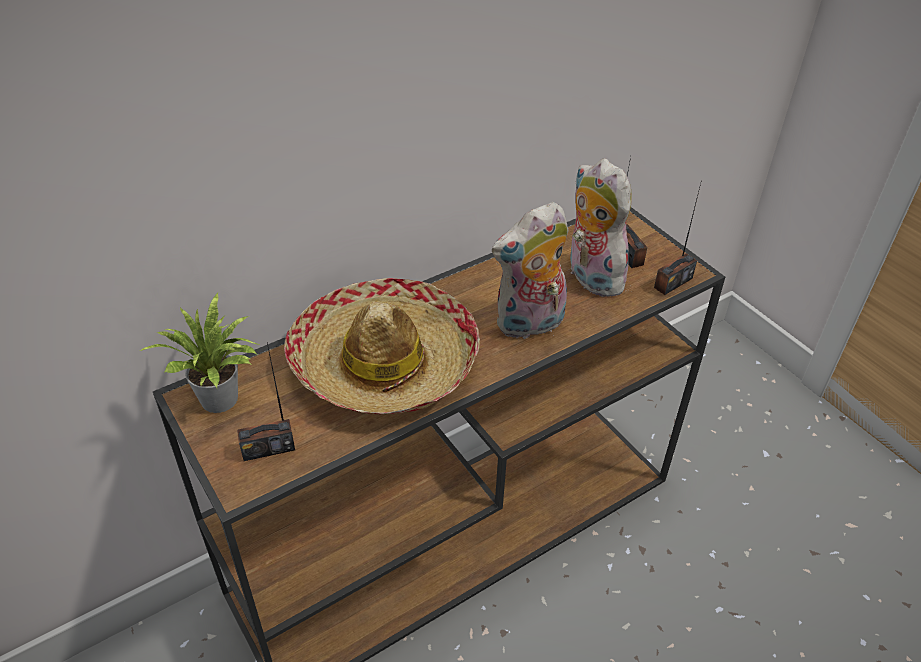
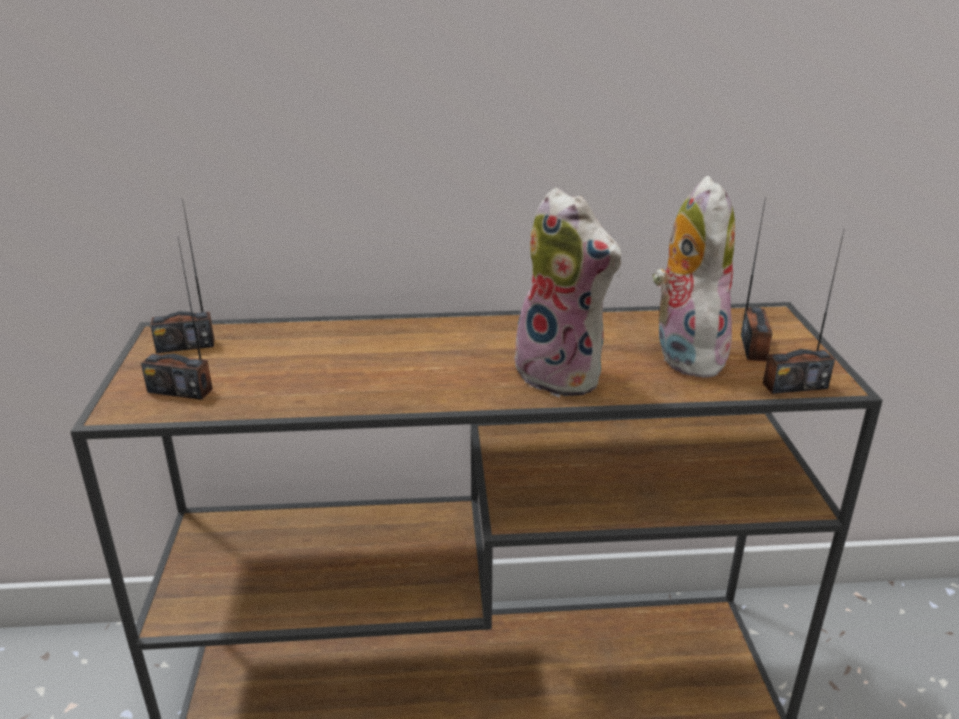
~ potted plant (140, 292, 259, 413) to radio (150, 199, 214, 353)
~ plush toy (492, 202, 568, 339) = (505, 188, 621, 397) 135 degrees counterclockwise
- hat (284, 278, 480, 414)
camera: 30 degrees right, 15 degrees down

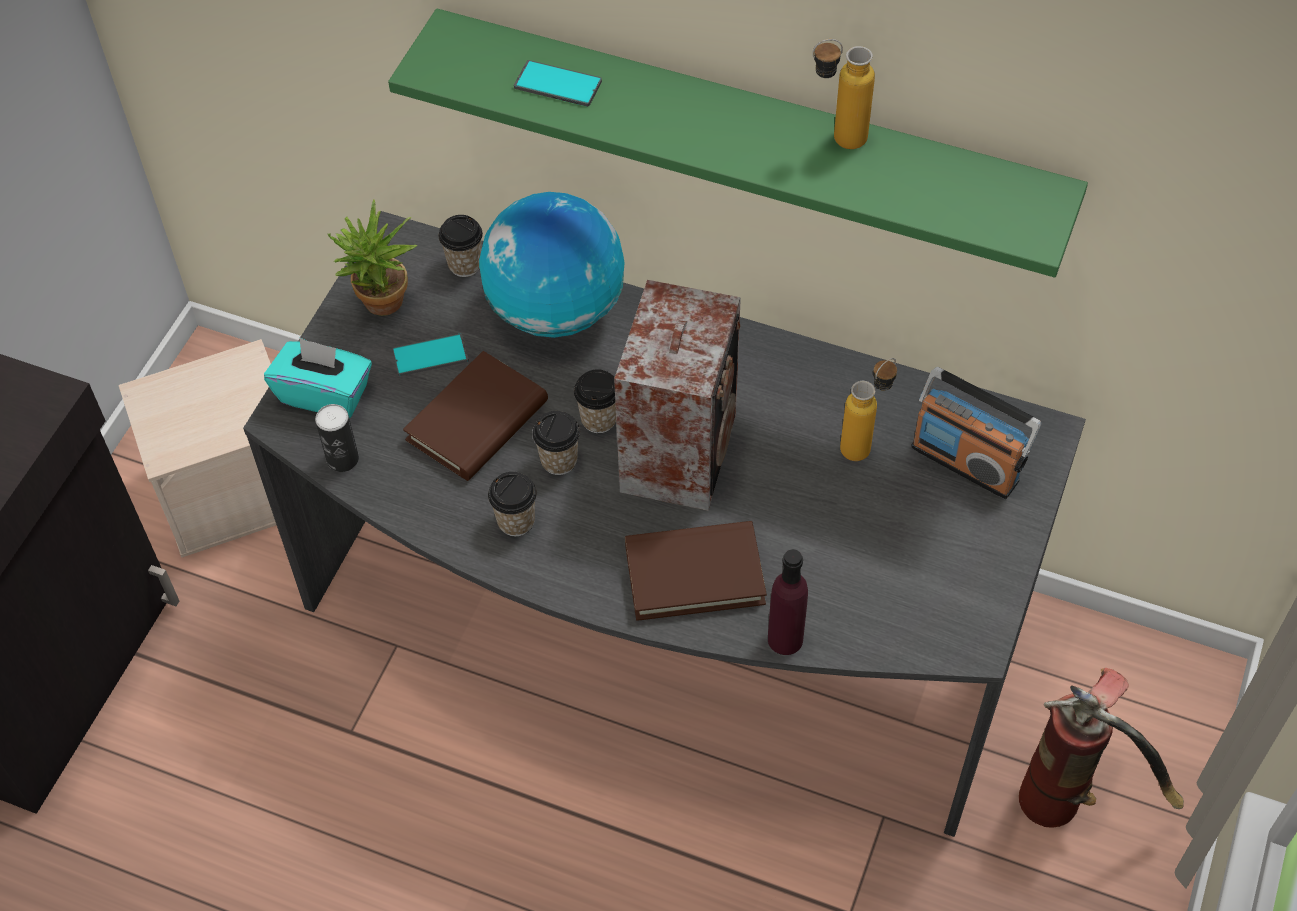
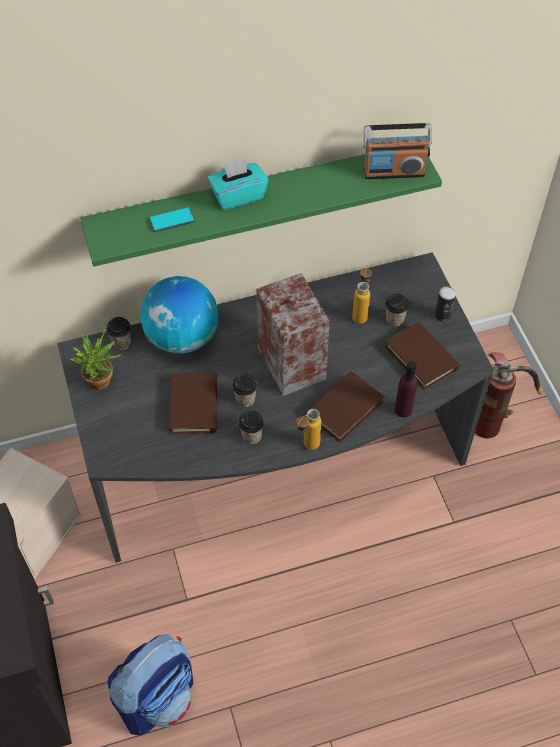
+ backpack (108, 634, 193, 735)
~ turquoise tissue box (264, 337, 372, 418) to (207, 159, 269, 210)
~ bottle (812, 39, 875, 149) to (296, 409, 321, 450)
~ radio (911, 367, 1041, 499) to (363, 123, 432, 179)
~ cup (574, 369, 616, 433) to (385, 294, 409, 326)
+ brown book (385, 322, 460, 390)
~ can (315, 404, 359, 472) to (435, 286, 456, 322)
- phone (392, 333, 469, 376)
camera: 40 degrees left, 0 degrees up

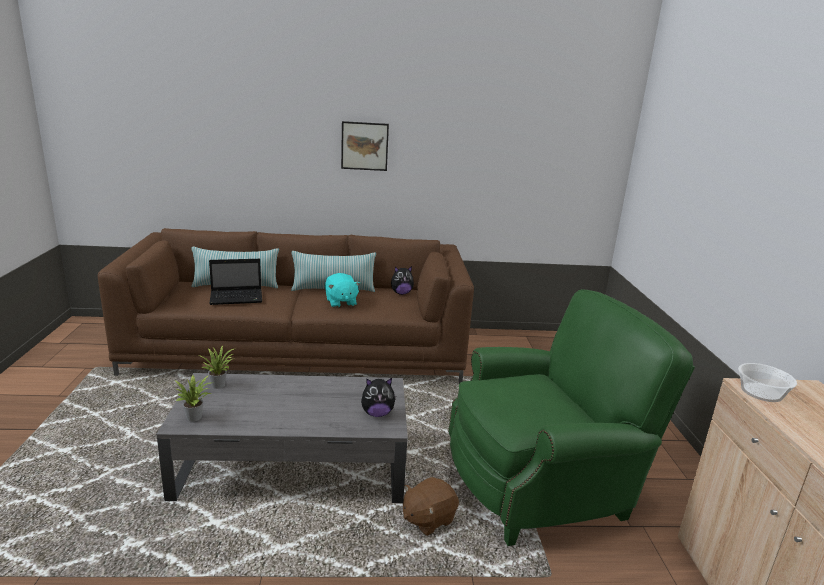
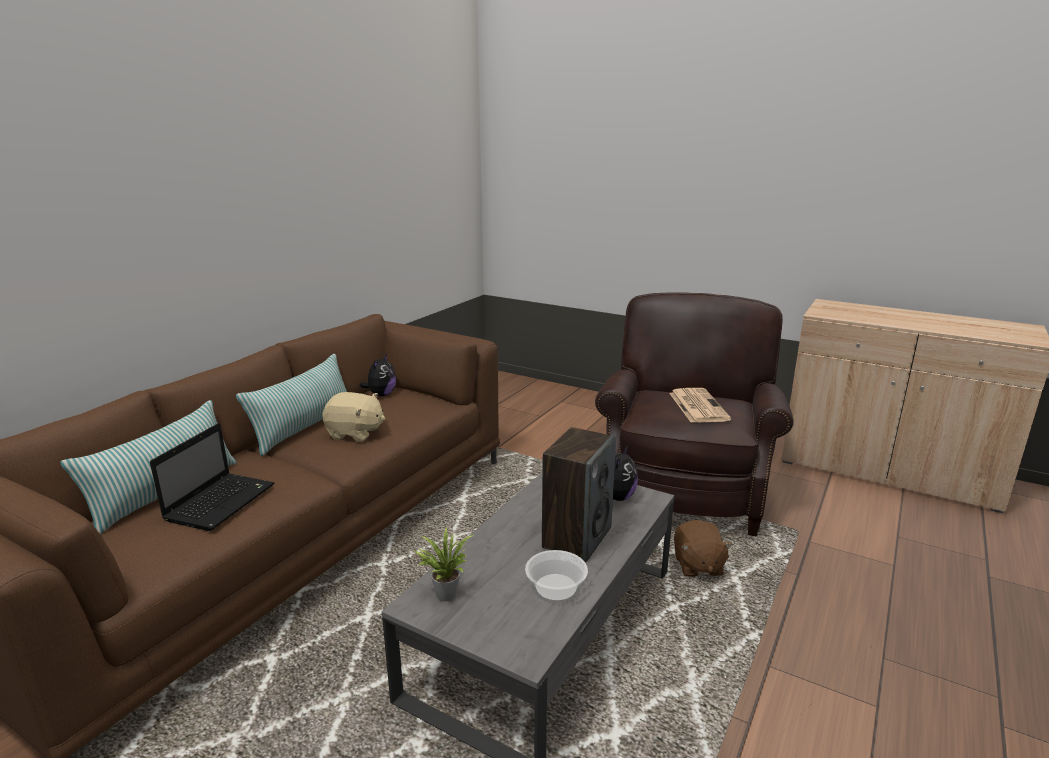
~ turquoise plush toy (325, 273, 361, 308) to beige plush toy (322, 392, 385, 442)
~ bowl (738, 363, 797, 402) to (525, 550, 588, 603)
+ speaker (542, 427, 616, 562)
~ green armchair (448, 289, 695, 546) to brown armchair (595, 292, 794, 536)
+ newspaper (669, 388, 731, 423)
- potted plant (174, 375, 212, 422)
- picture (341, 121, 389, 171)
camera: 55 degrees left, 0 degrees up

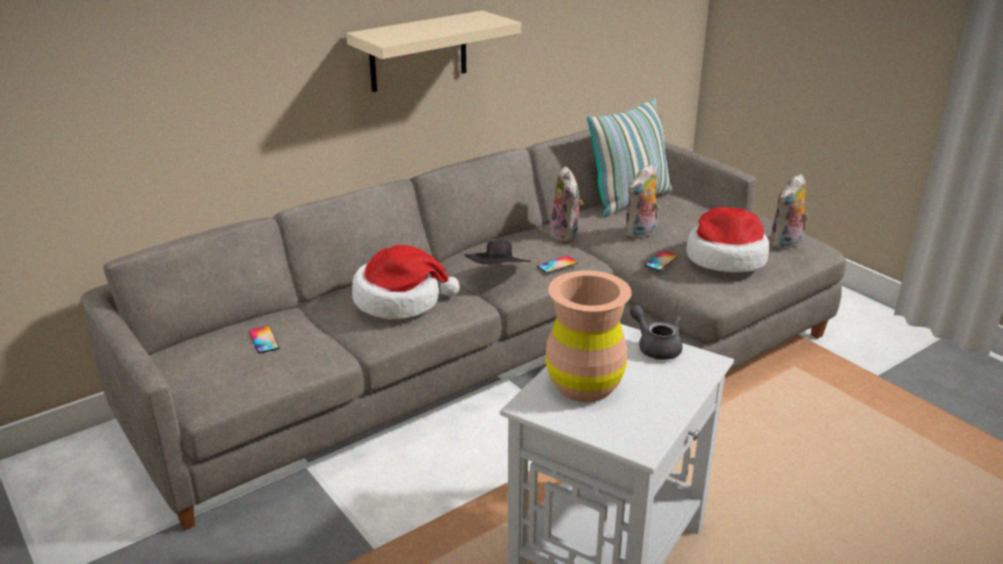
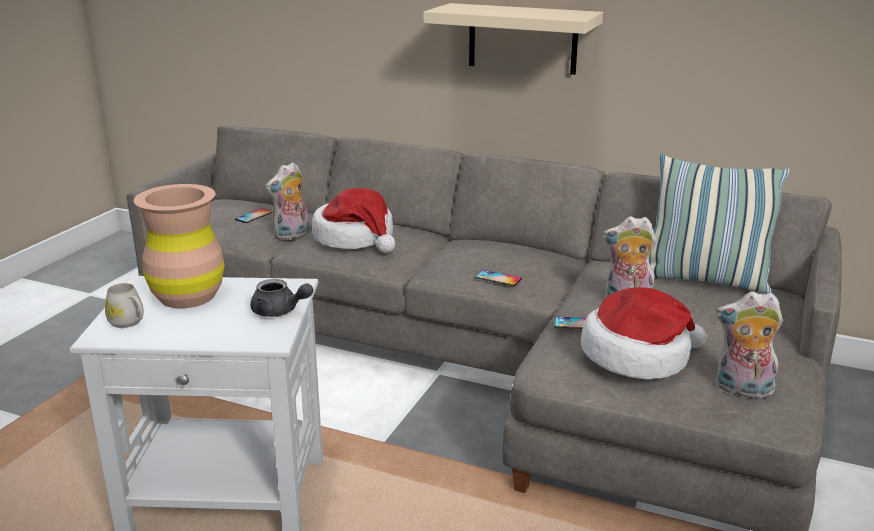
+ white mug (105, 283, 144, 328)
~ grey teapot (630, 305, 683, 360) = (250, 279, 313, 317) 90 degrees clockwise
~ plush toy (550, 166, 583, 243) to (266, 162, 309, 240)
- black hat (465, 239, 531, 264)
camera: 60 degrees right, 5 degrees down

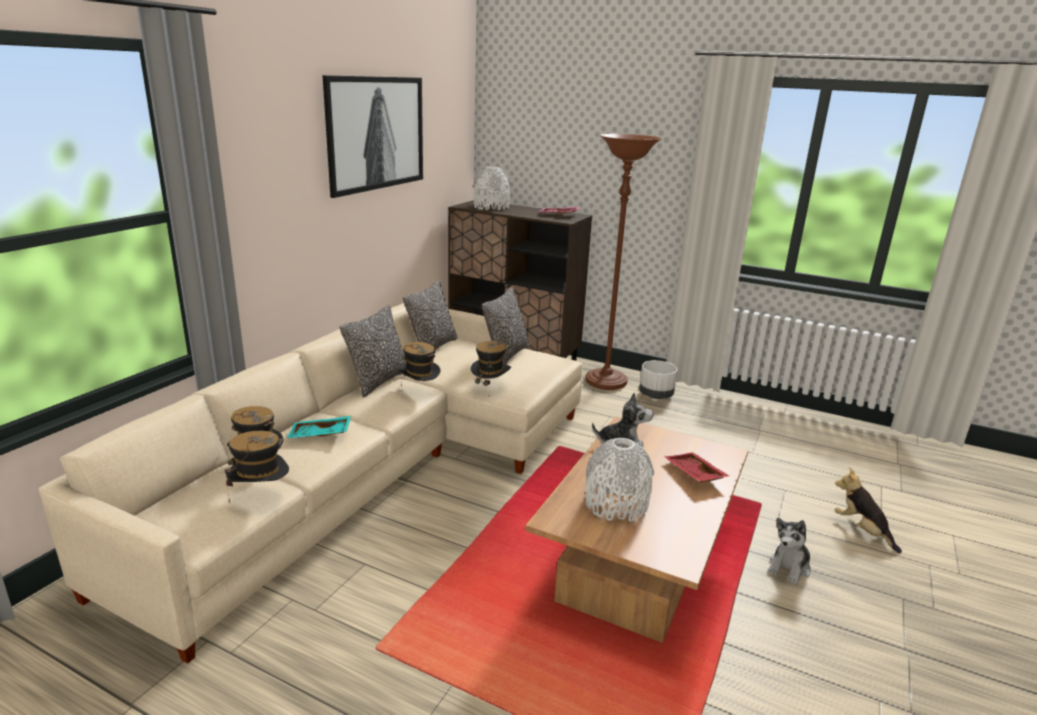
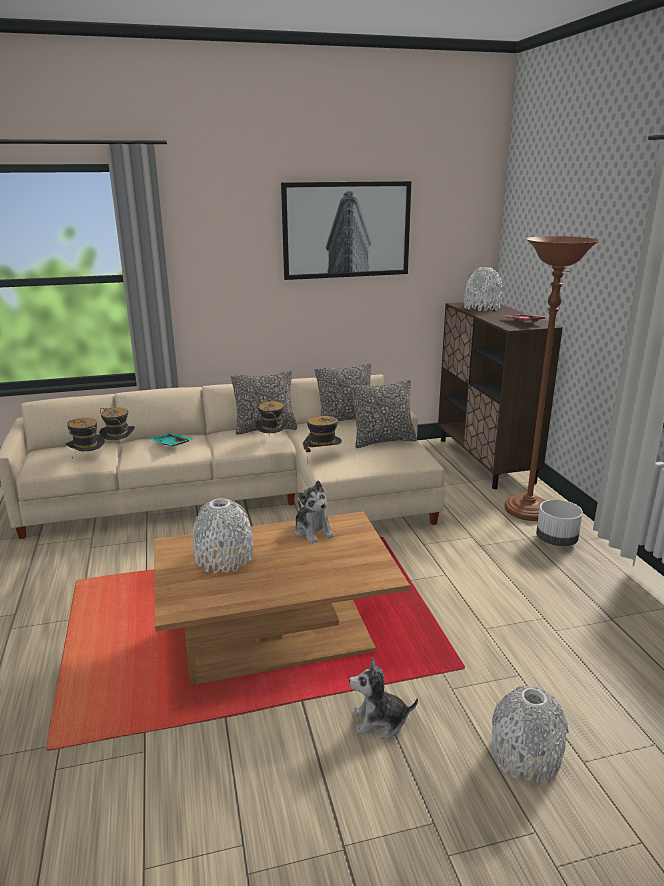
~ plush toy (835, 467, 902, 553) to white vase (491, 686, 569, 783)
- red tray (664, 452, 729, 482)
camera: 50 degrees right, 0 degrees up

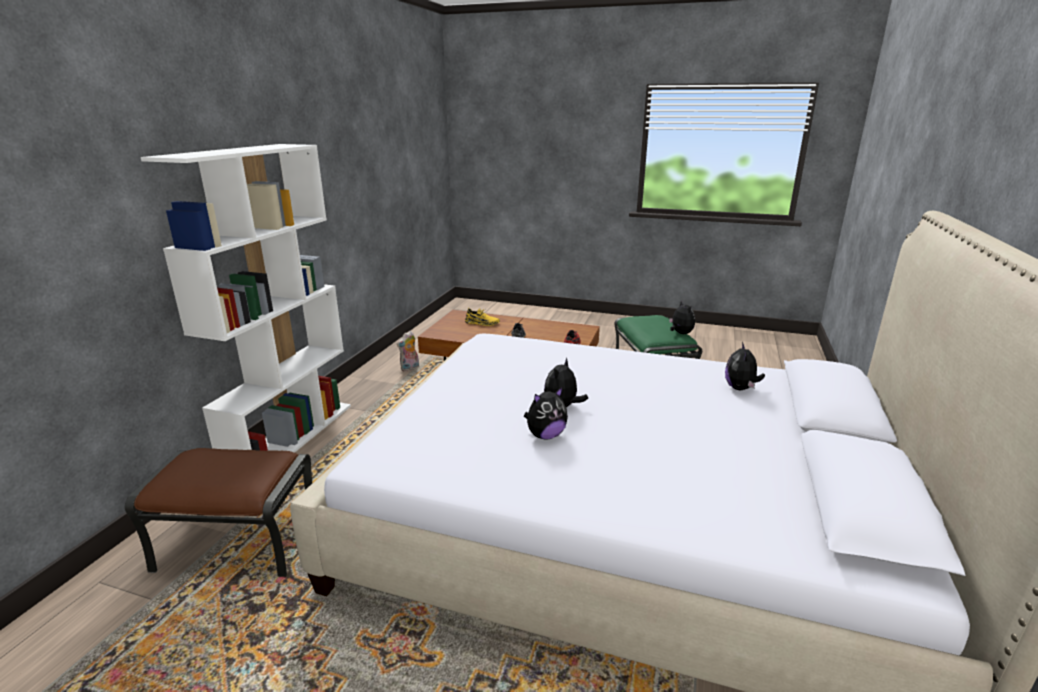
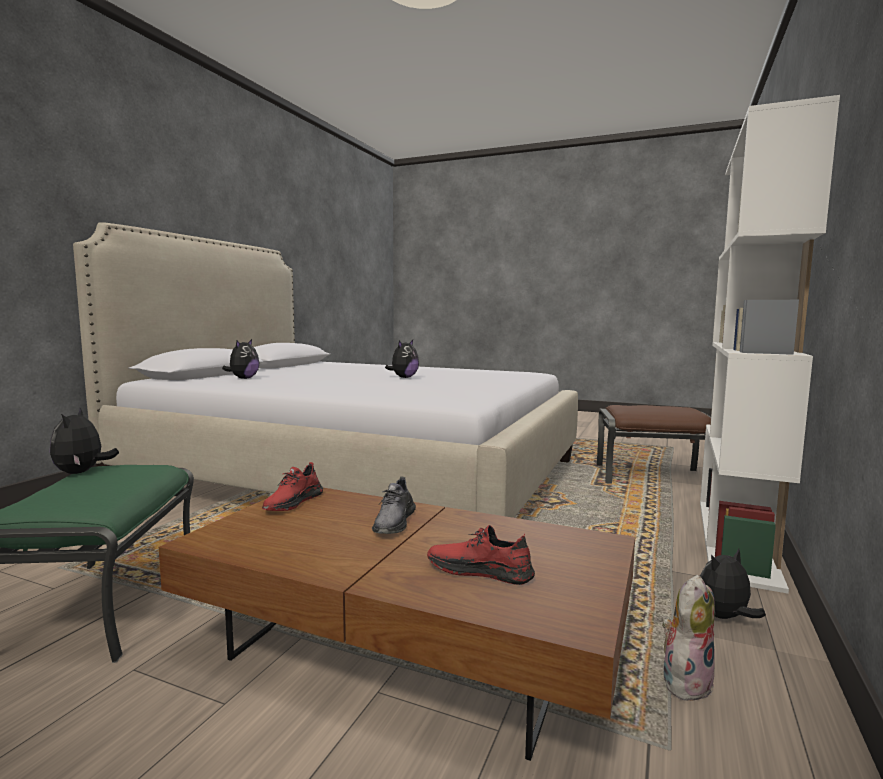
~ yellow shoe (465, 308, 500, 326) to red shoe (427, 525, 535, 585)
~ plush toy (524, 387, 568, 440) to (700, 549, 766, 619)
camera: 175 degrees left, 15 degrees down

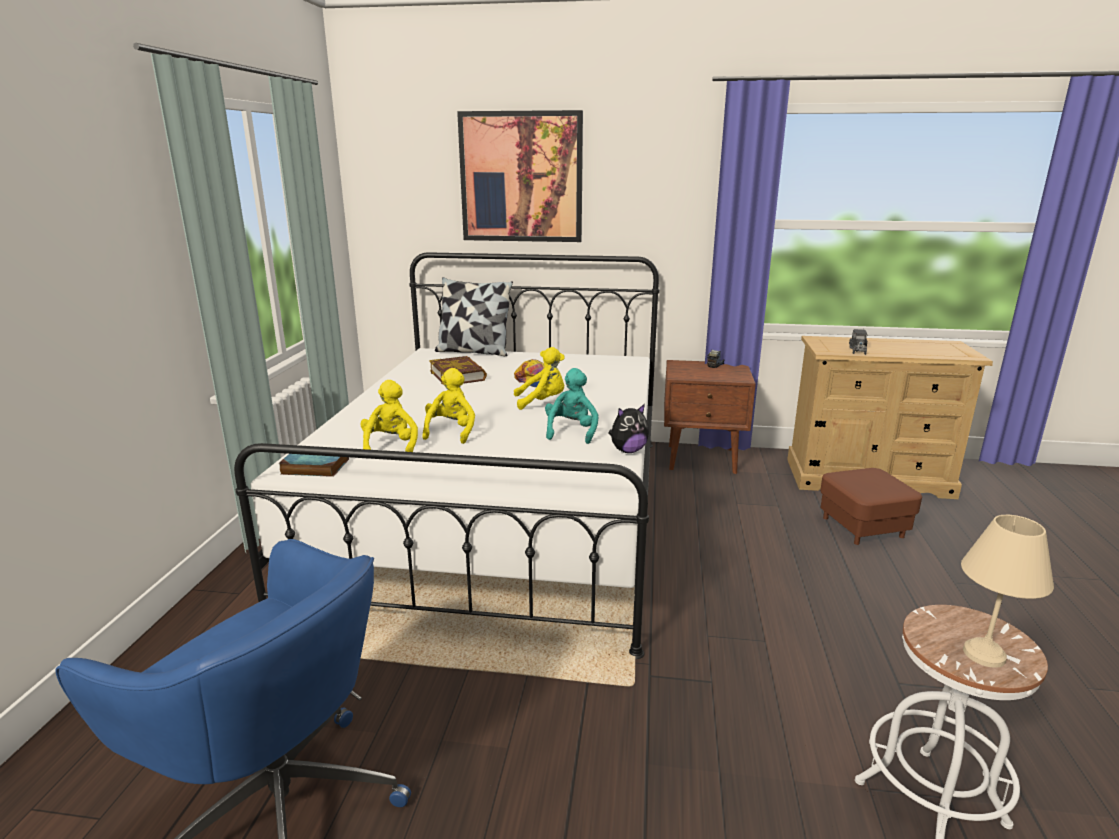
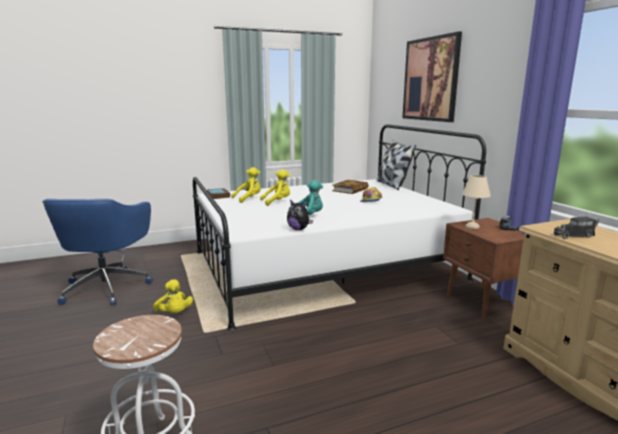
~ yellow plush toy (514, 347, 565, 410) to (153, 279, 193, 313)
~ beige table lamp (961, 515, 1054, 668) to (462, 175, 491, 229)
- brown ottoman (820, 468, 922, 545)
camera: 60 degrees right, 5 degrees down

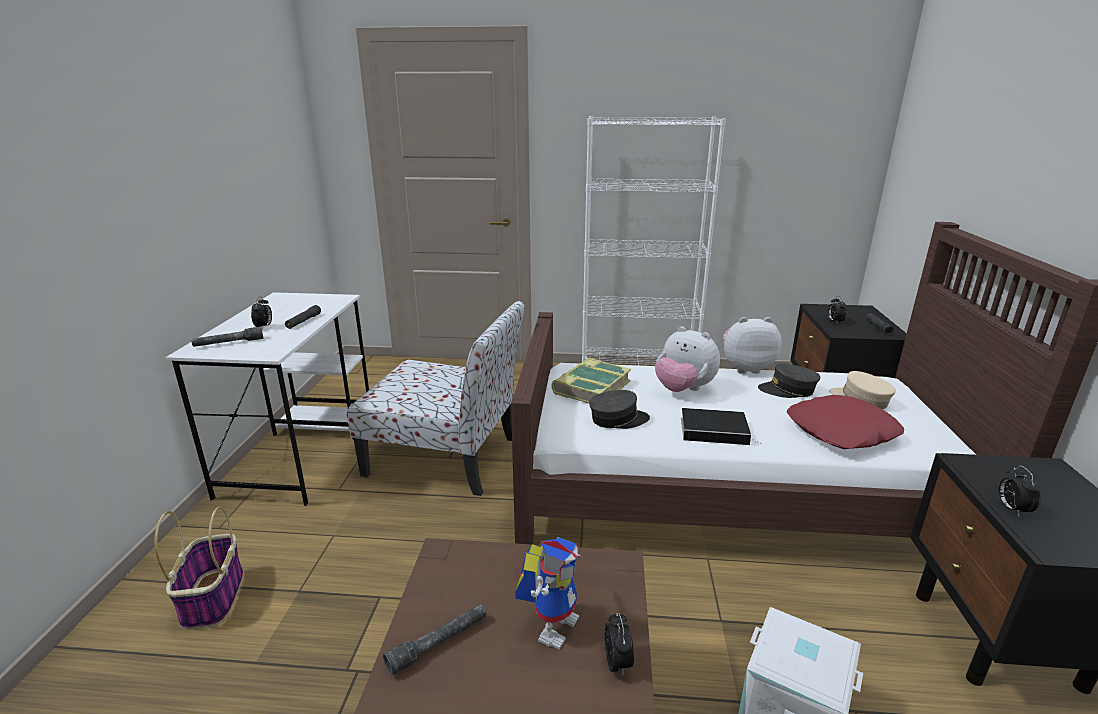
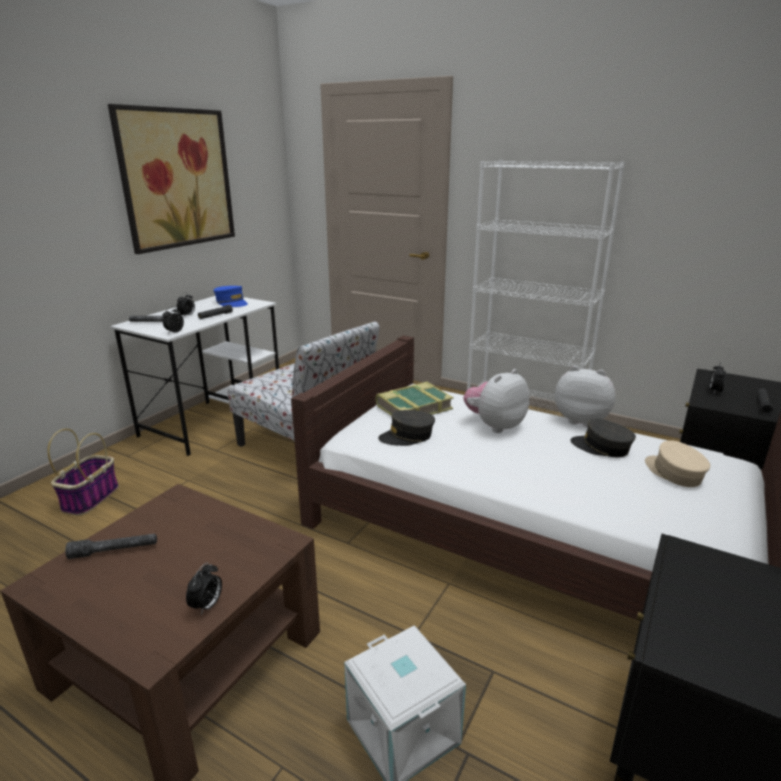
+ picture (108, 104, 235, 254)
~ alarm clock (998, 465, 1041, 517) to (162, 306, 184, 334)
+ blue cap (214, 286, 248, 307)
~ grey cap (589, 390, 650, 429) = (378, 410, 435, 446) 150 degrees clockwise
~ plush toy (655, 326, 720, 392) = (463, 369, 529, 433) 75 degrees clockwise
- toy robot (515, 537, 582, 650)
- book (681, 408, 760, 445)
- red pillow (787, 395, 904, 449)
camera: 25 degrees right, 0 degrees up

